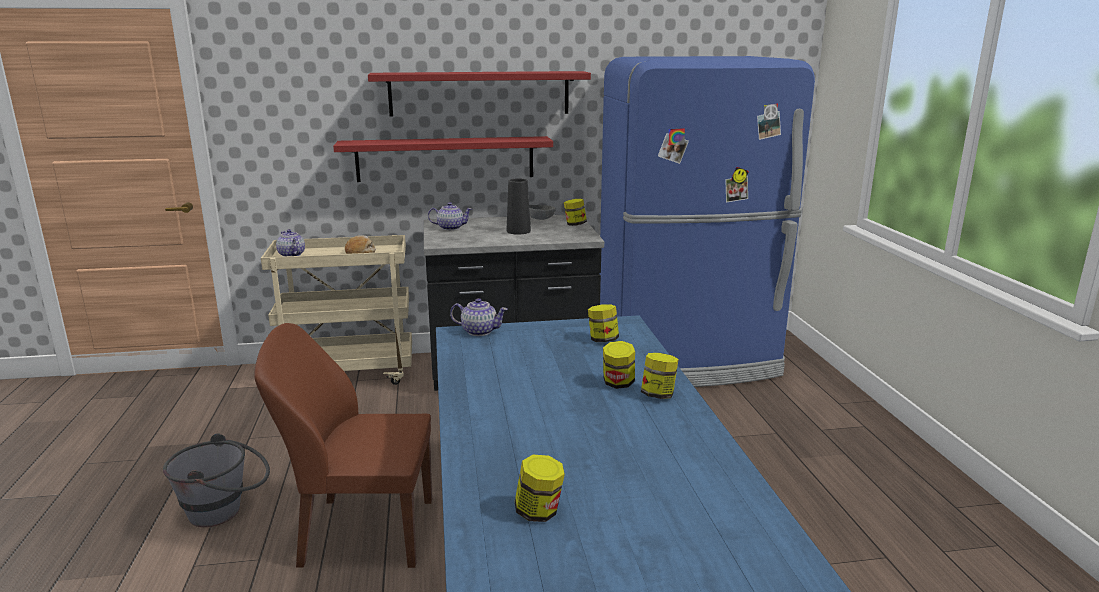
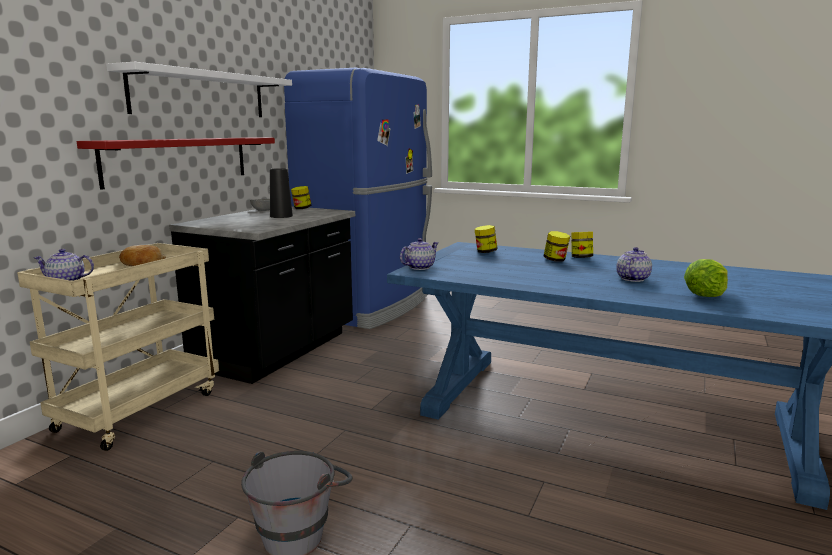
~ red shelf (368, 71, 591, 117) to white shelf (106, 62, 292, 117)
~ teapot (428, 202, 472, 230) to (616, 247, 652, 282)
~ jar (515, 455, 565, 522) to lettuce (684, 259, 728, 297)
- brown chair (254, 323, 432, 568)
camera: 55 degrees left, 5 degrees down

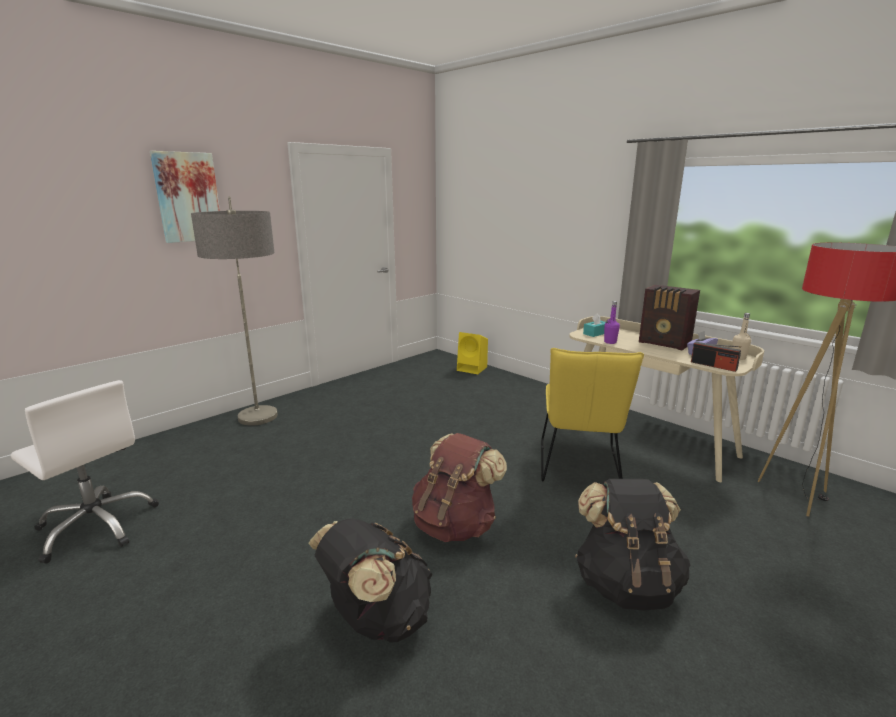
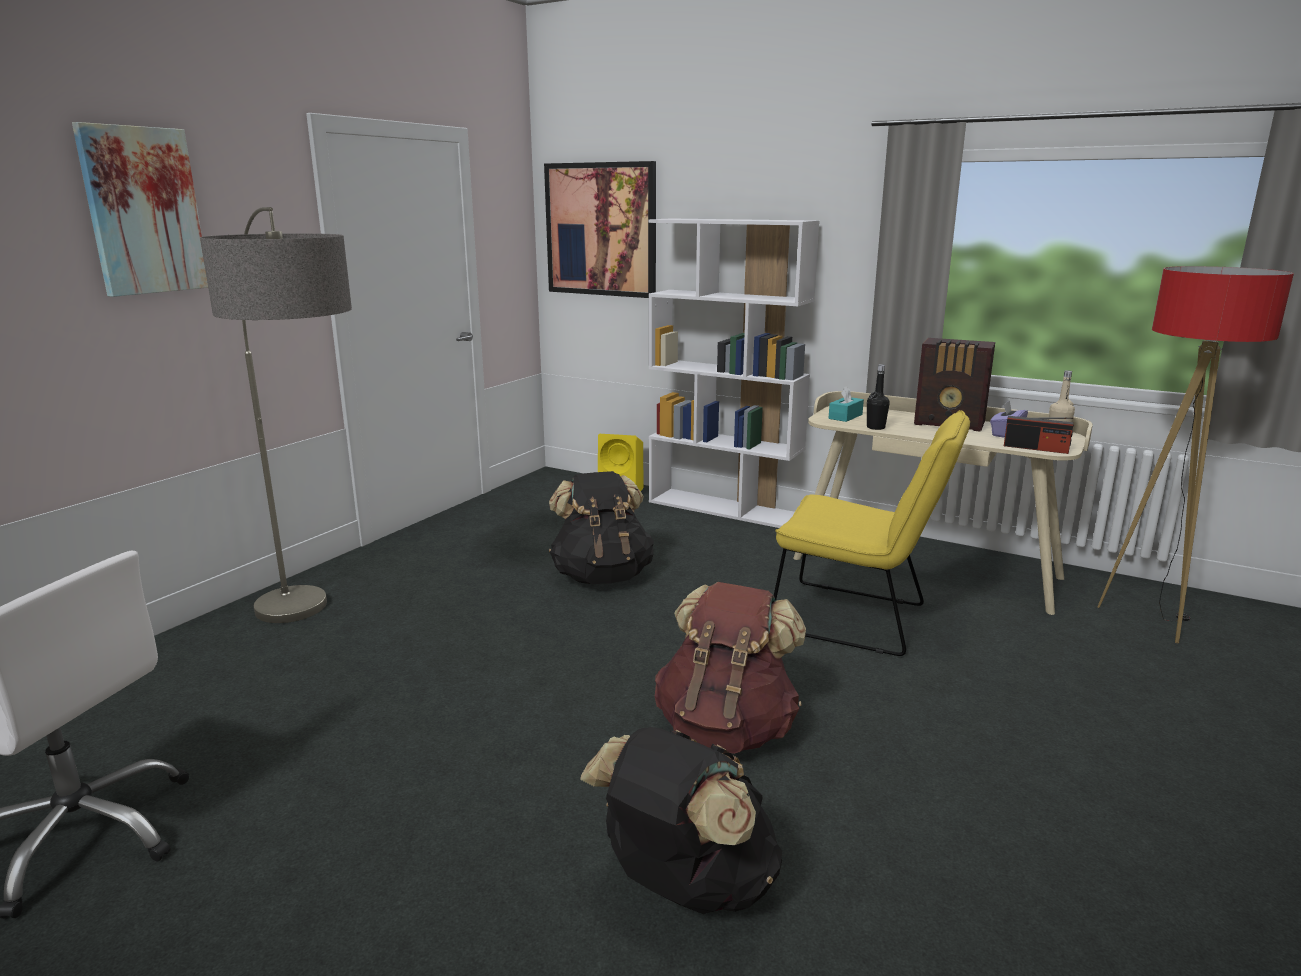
+ picture (544, 161, 656, 298)
~ black backpack (575, 479, 691, 611) to (549, 471, 654, 584)
+ white bookcase (649, 218, 820, 528)
~ yellow chair (541, 348, 644, 481) = (774, 410, 970, 656) 60 degrees counterclockwise
~ purple bottle (604, 301, 620, 344) to black bottle (867, 364, 890, 430)
camera: 15 degrees left, 0 degrees up

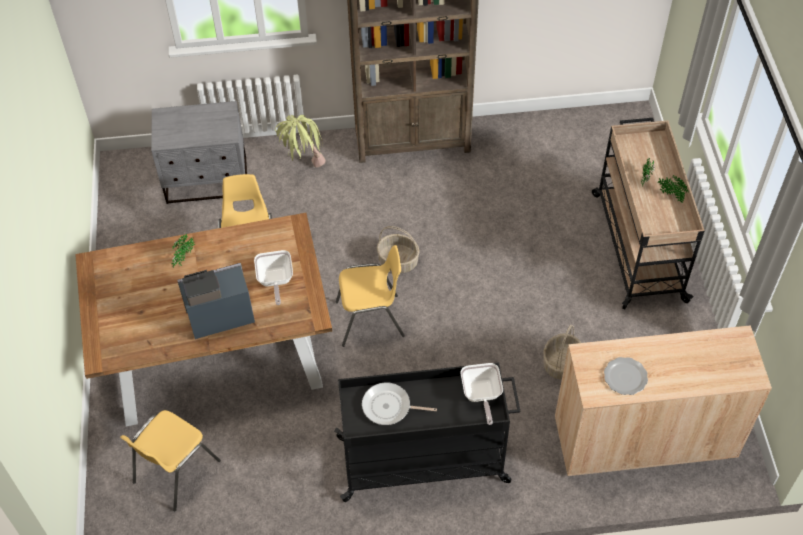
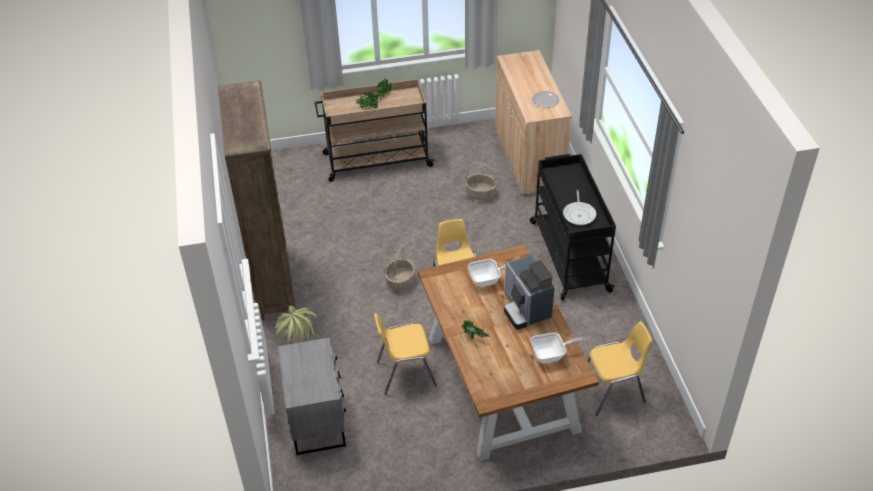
~ frying pan (461, 363, 503, 425) to (530, 332, 585, 363)
~ yellow chair (120, 410, 221, 511) = (588, 321, 652, 416) 45 degrees counterclockwise
camera: 95 degrees left, 10 degrees down

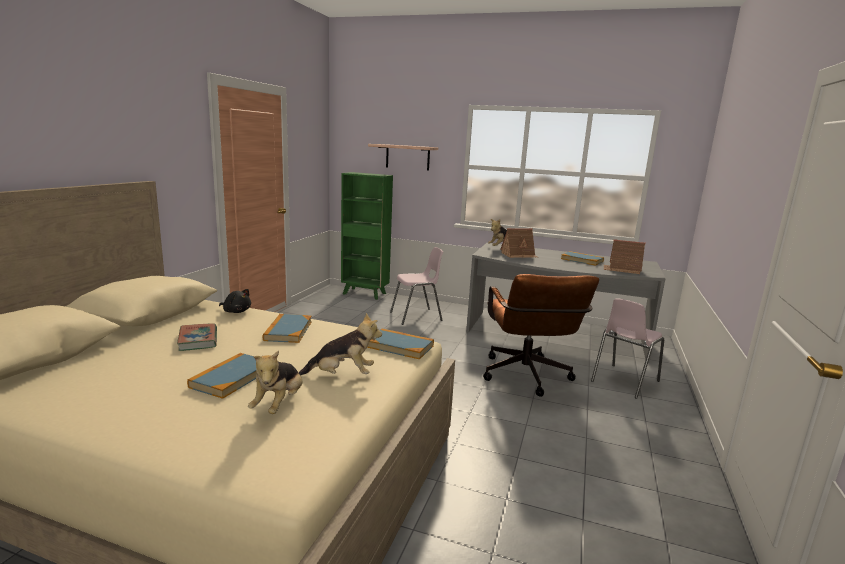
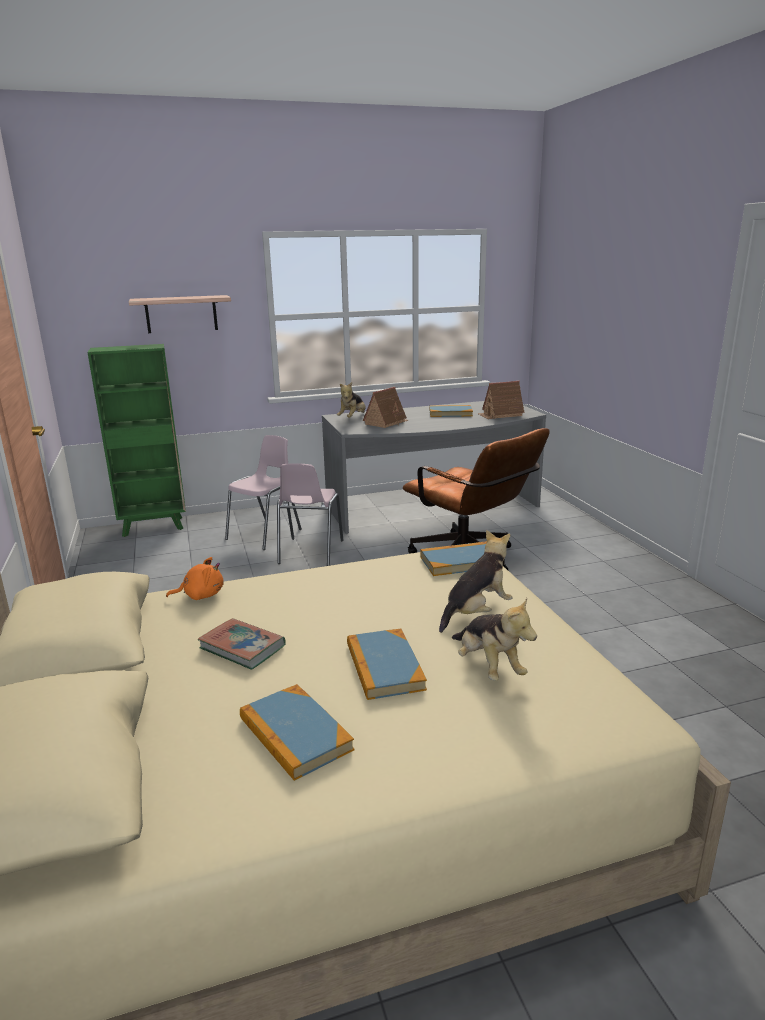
~ black plush toy (219, 289, 251, 313) to orange plush toy (166, 557, 224, 600)
~ book (263, 314, 312, 343) to (240, 684, 354, 781)
~ pink chair (591, 298, 664, 399) to (277, 463, 343, 566)
camera: 35 degrees left, 5 degrees up

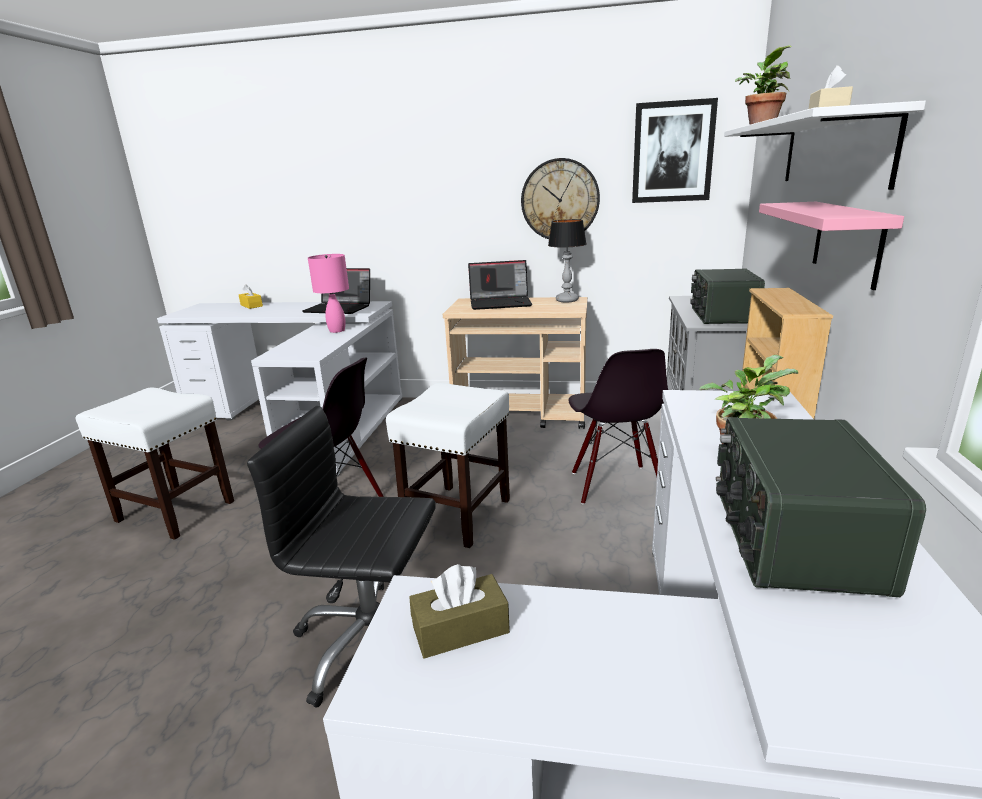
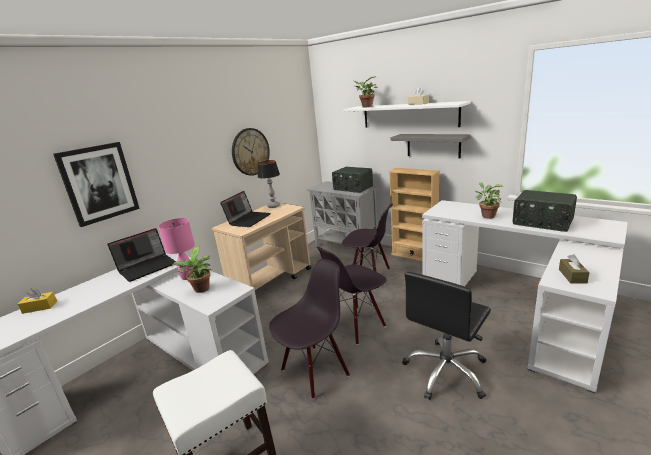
~ picture (632, 98, 718, 203) to (53, 142, 140, 227)
+ potted plant (171, 247, 211, 293)
~ white stool (386, 383, 510, 548) to black chair (317, 247, 386, 345)
~ pink shelf (759, 202, 904, 290) to grey shelf (390, 134, 471, 158)
camera: 60 degrees left, 0 degrees up

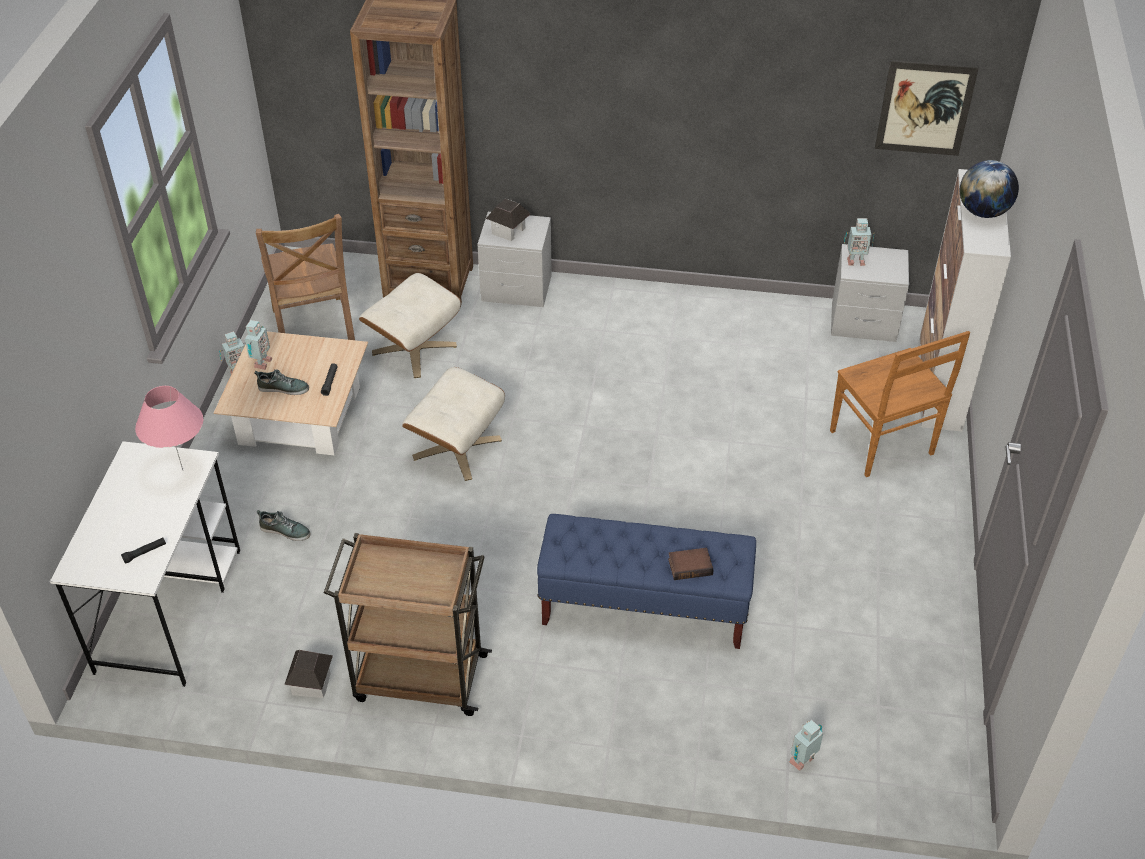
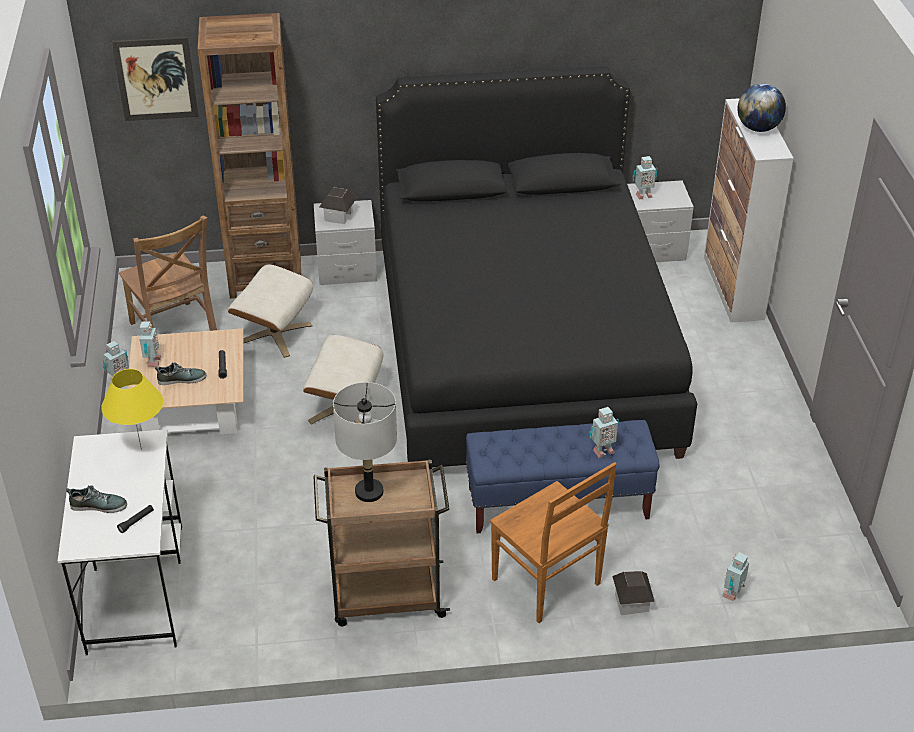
~ shoe (257, 510, 311, 541) to (66, 485, 127, 513)
~ pink table lamp (135, 386, 203, 470) to yellow table lamp (101, 369, 163, 450)
~ picture (875, 60, 979, 156) to (112, 37, 198, 121)
+ grey table lamp (333, 382, 397, 502)
+ black bed (376, 66, 697, 468)
~ brown chair (830, 331, 970, 477) to (490, 462, 616, 623)
~ book (668, 548, 713, 580) to toy robot (590, 407, 619, 458)
~ toy house (284, 650, 333, 698) to (612, 571, 655, 615)
camera: 15 degrees left, 5 degrees down

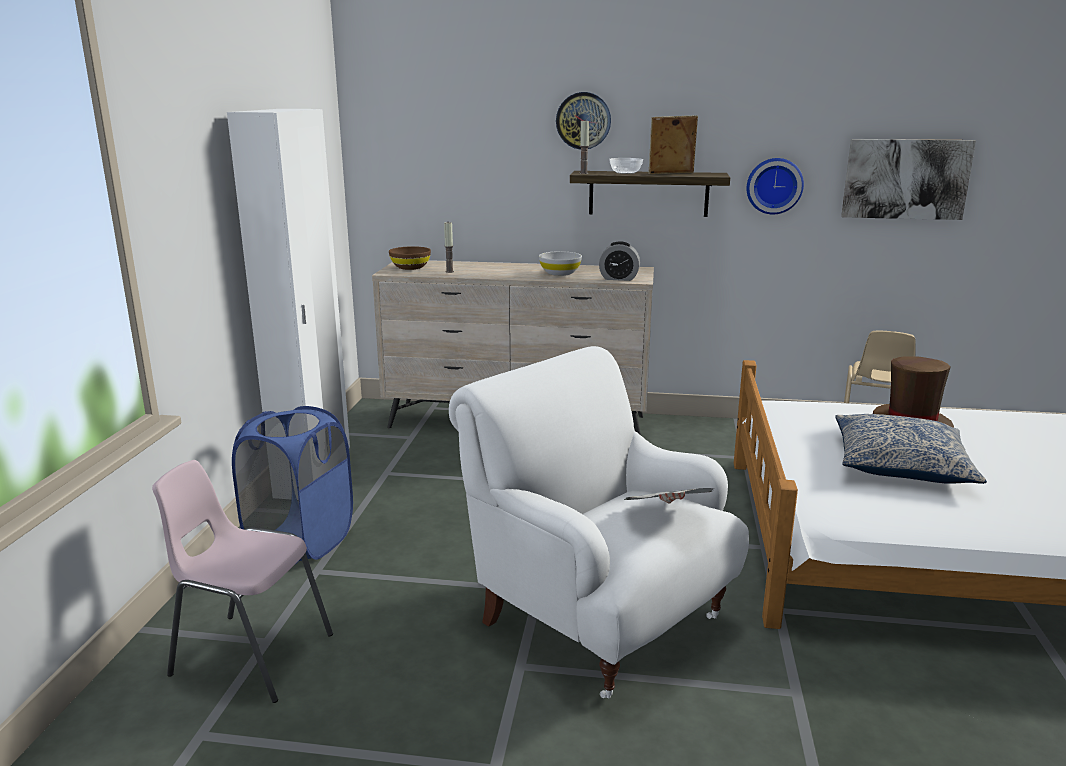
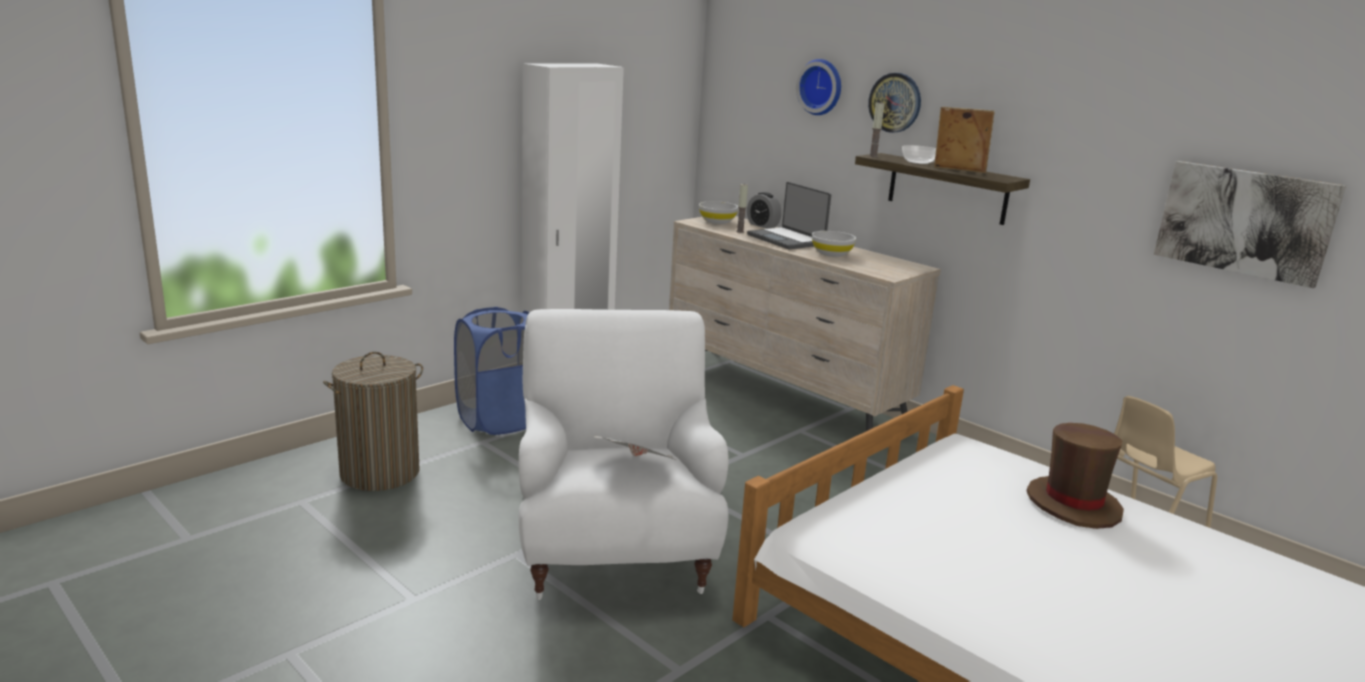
~ pink chair (152, 460, 333, 703) to laundry basket (323, 352, 423, 491)
~ brown bowl (389, 246, 431, 270) to white bowl (699, 201, 738, 224)
+ laptop (747, 182, 831, 250)
~ alarm clock (599, 241, 640, 281) to (747, 192, 782, 229)
~ wall clock (747, 158, 804, 214) to (796, 59, 841, 115)
- pillow (835, 414, 987, 484)
camera: 35 degrees right, 0 degrees up

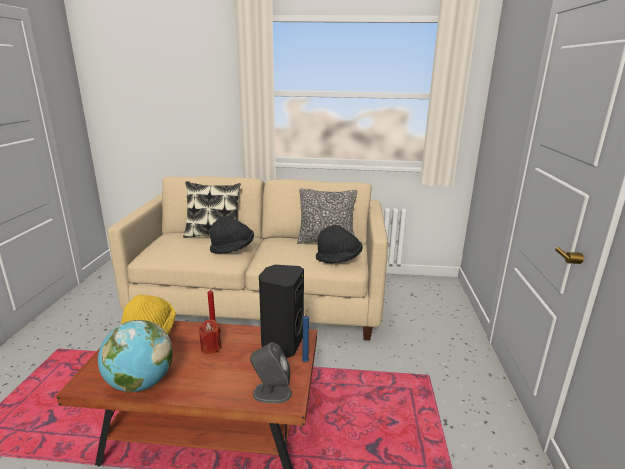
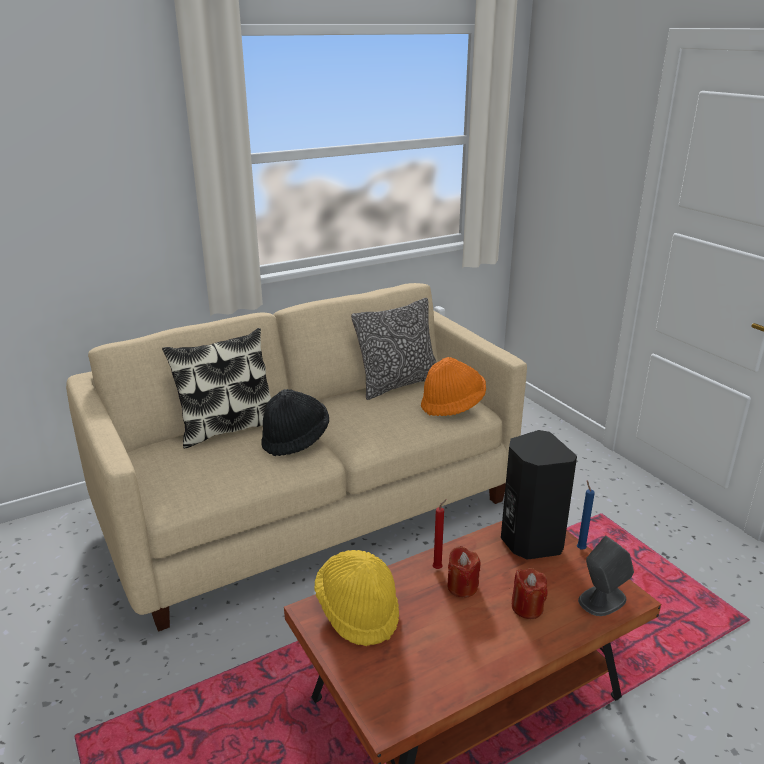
~ black hat (316, 225, 363, 263) to orange hat (421, 357, 486, 416)
+ red candle (512, 568, 548, 619)
- globe (98, 320, 173, 393)
camera: 35 degrees left, 5 degrees up

